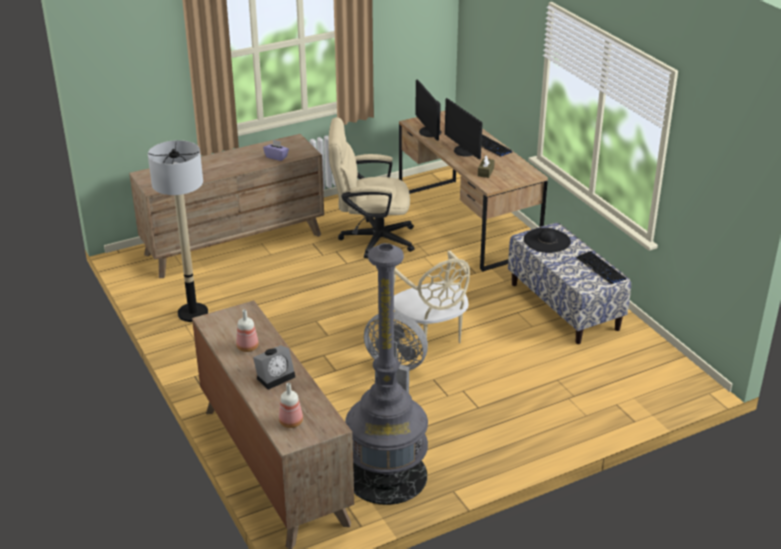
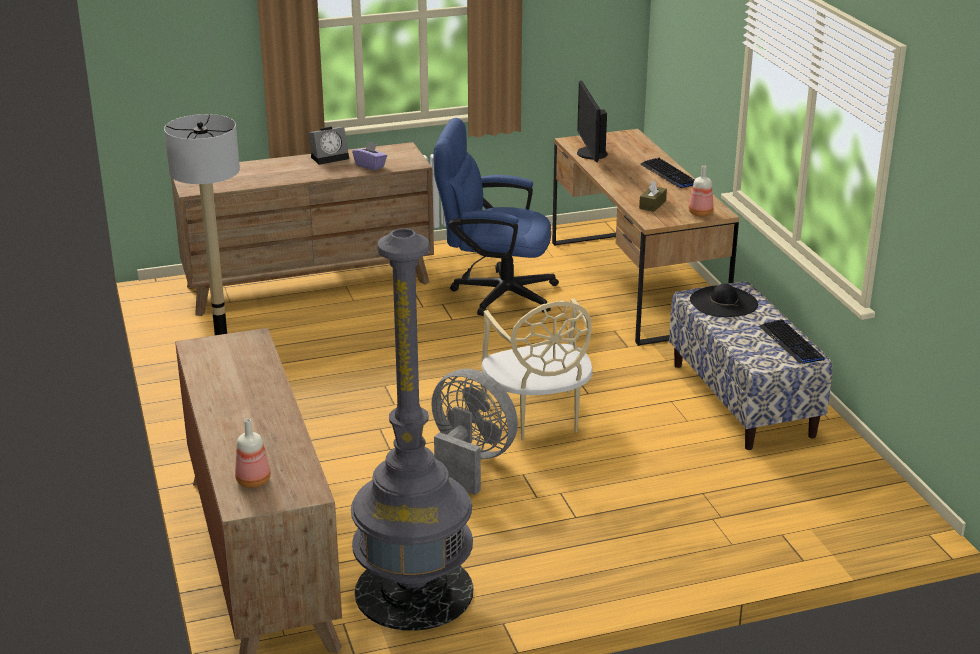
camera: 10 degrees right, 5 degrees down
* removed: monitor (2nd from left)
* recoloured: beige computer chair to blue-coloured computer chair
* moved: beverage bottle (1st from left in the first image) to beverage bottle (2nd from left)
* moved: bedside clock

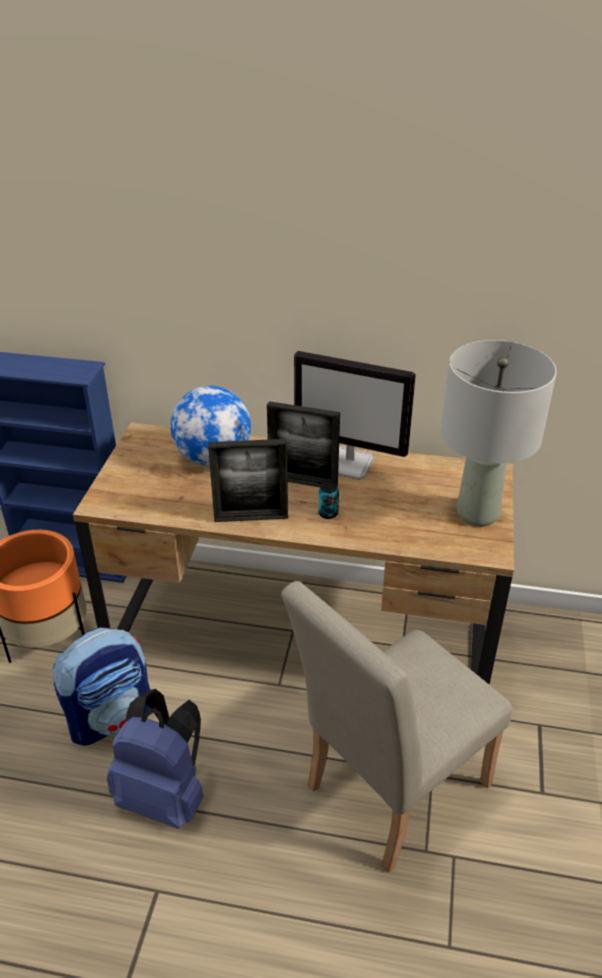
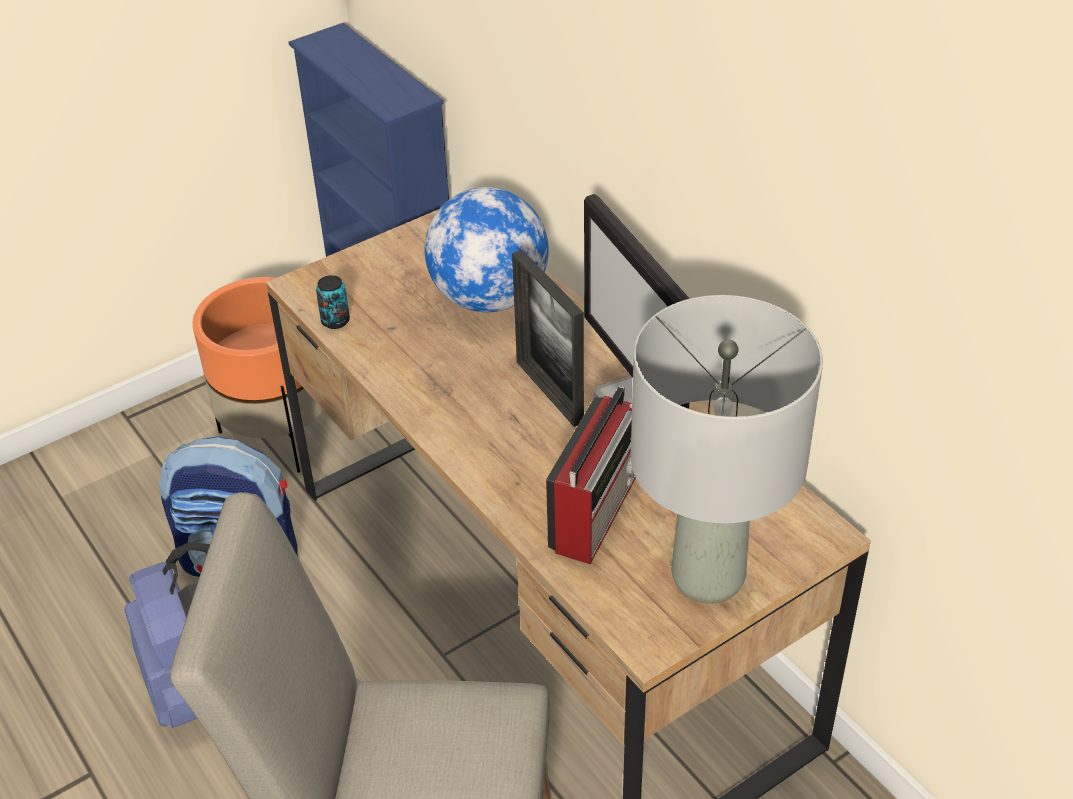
camera: 45 degrees right, 5 degrees up
* removed: photo frame (1st from left)
* moved: can
* added: radio

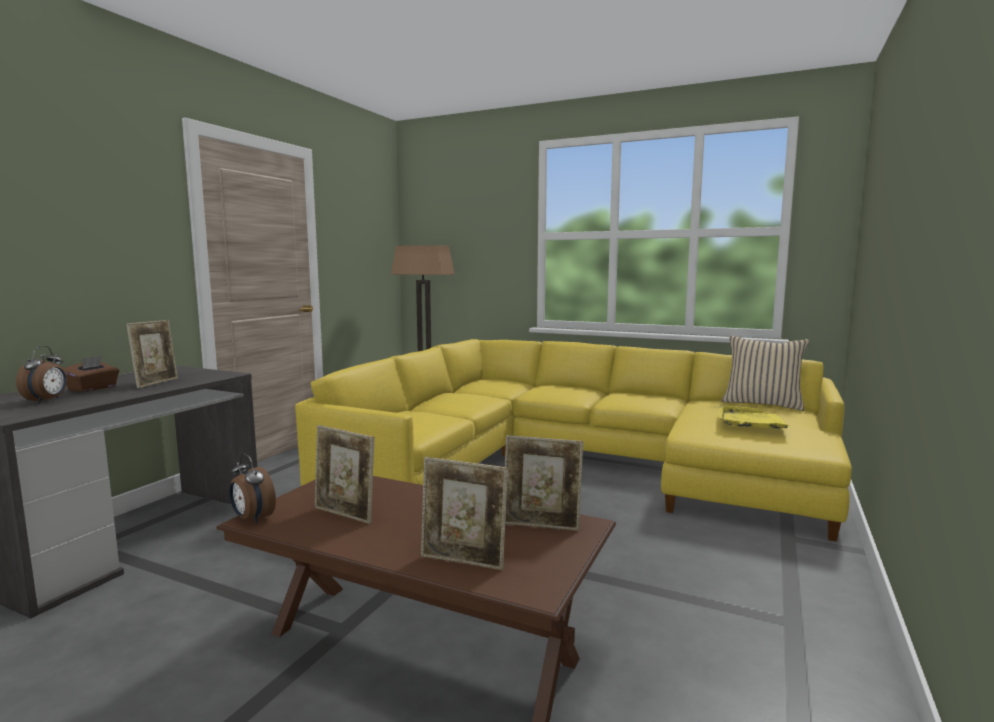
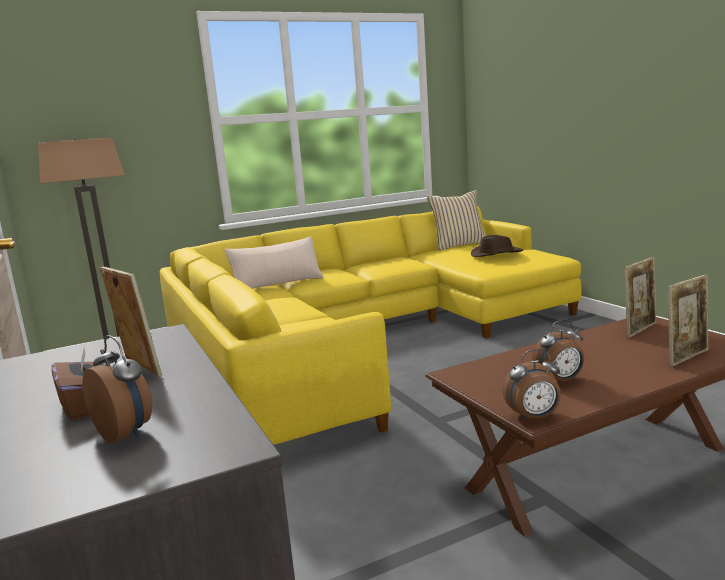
camera: 50 degrees left, 5 degrees up
* replaced: yellow carrying tray to brown clothing hat
* replaced: photo frame (2nd from left) to bedside clock (3rd from left)
* added: beige throw pillow (1st from left)

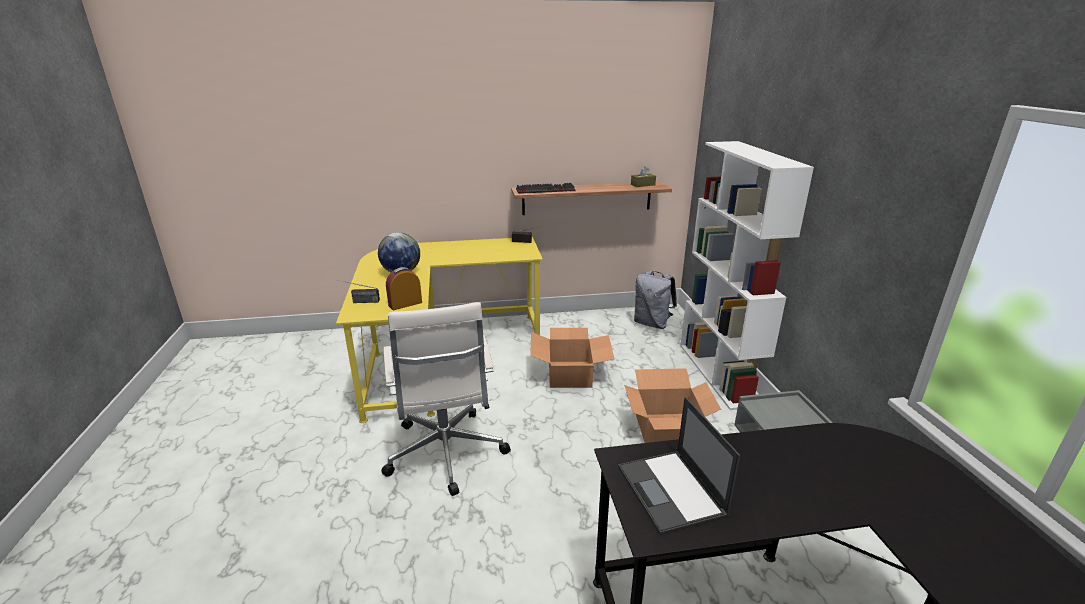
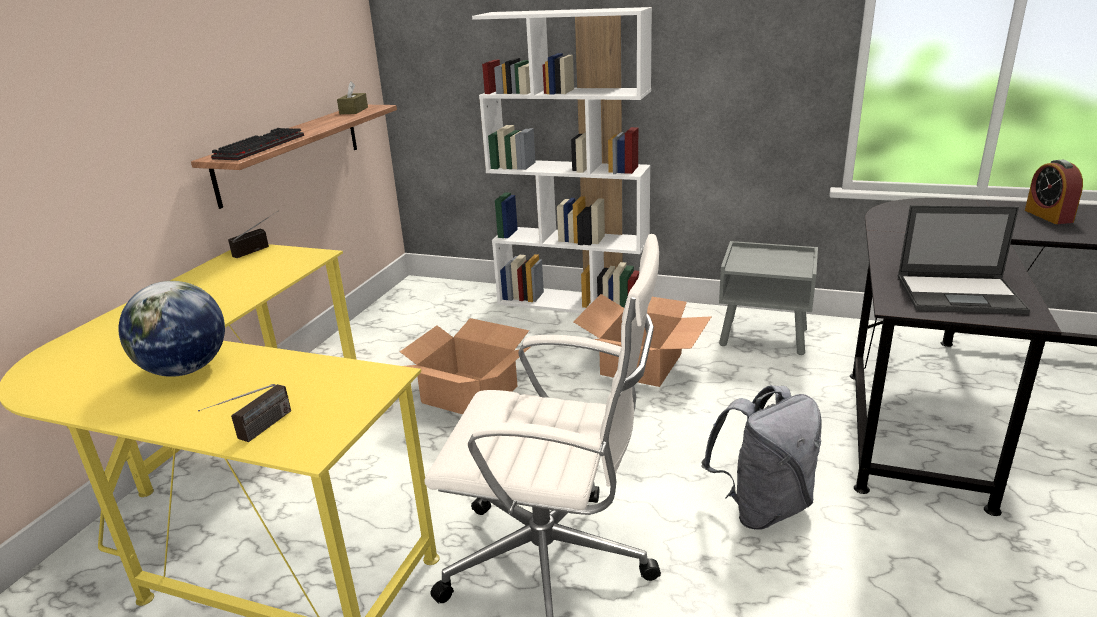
camera: 60 degrees left, 0 degrees up
* moved: bedside clock
* moved: gray knapsack

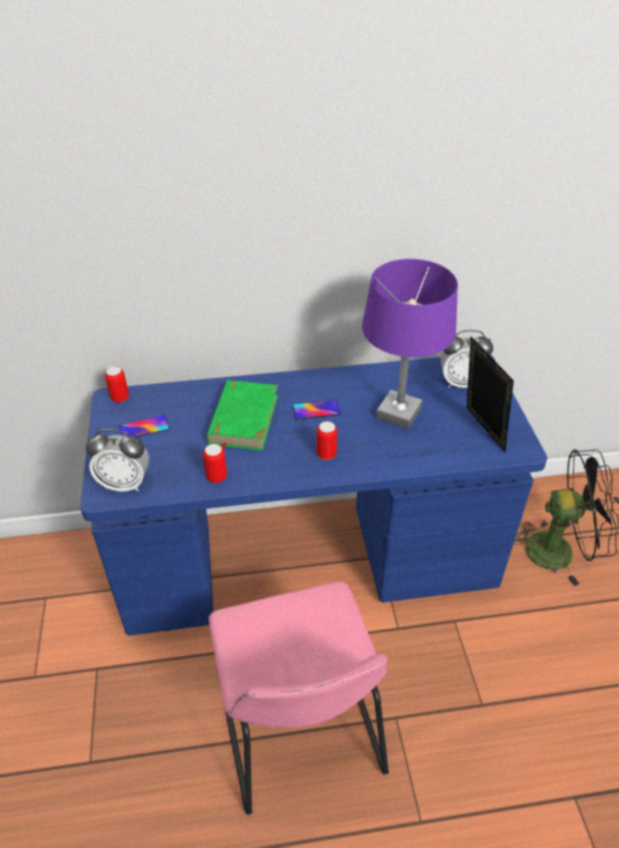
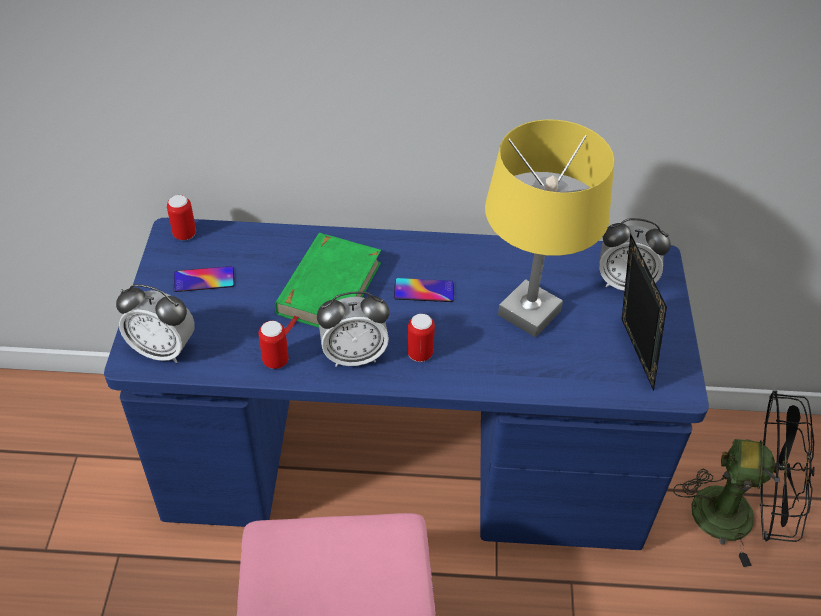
camera: 10 degrees right, 5 degrees up
* recoloured: purplish tabletop lamp to yellow tabletop lamp
* added: bedside clock (2nd from left)

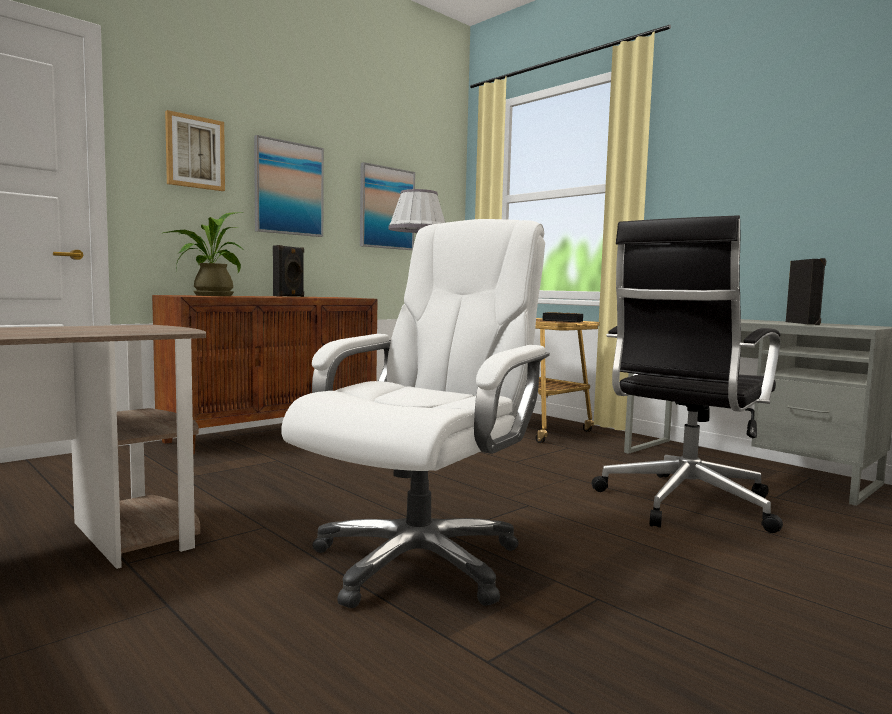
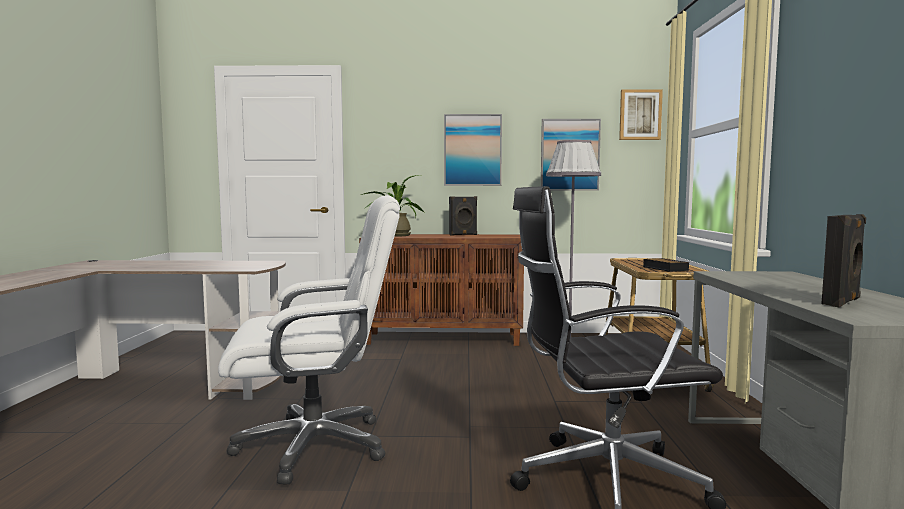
camera: 45 degrees right, 0 degrees up
* moved: wall art (1st from left in the first image) to wall art (3rd from left)

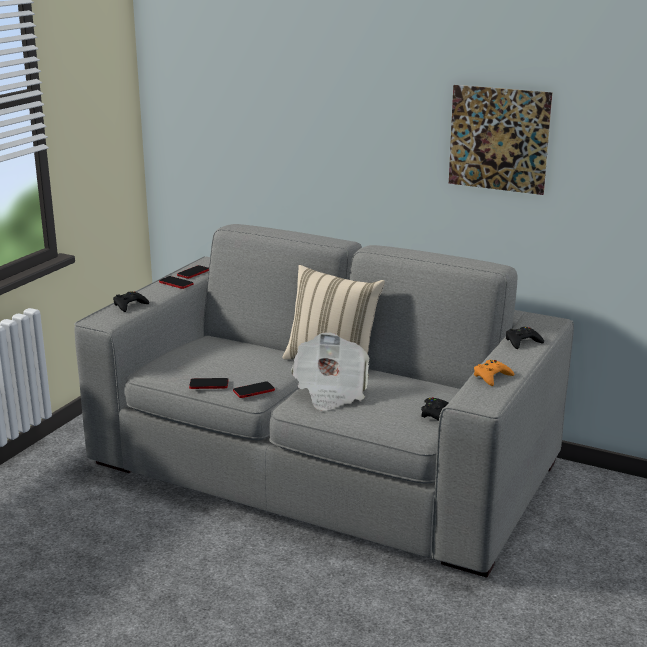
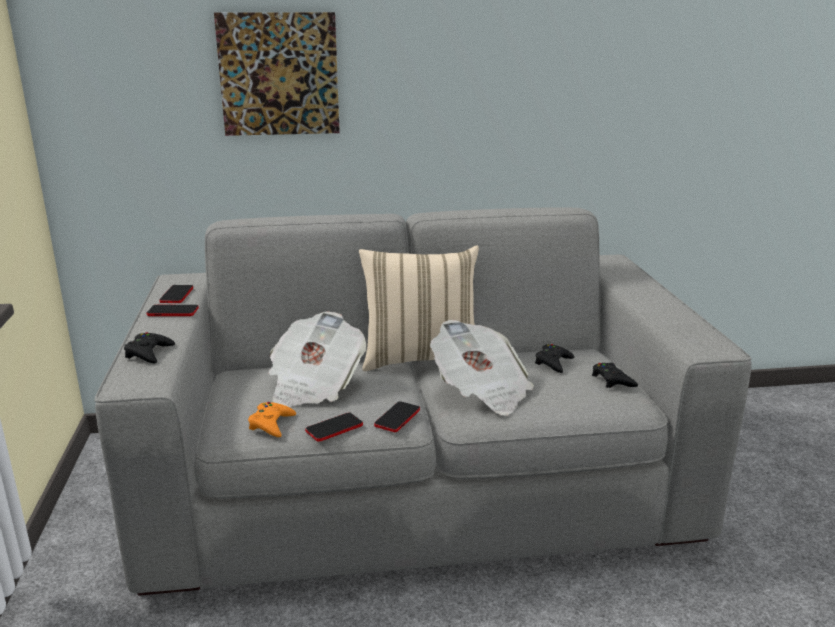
camera: 35 degrees left, 0 degrees up
* moved: wall art
* moved: black-coloured gamepad (3rd from left in the first image) to black-coloured gamepad (2nd from left)
* moved: orangey gamepad
* added: daily paper (1st from left)

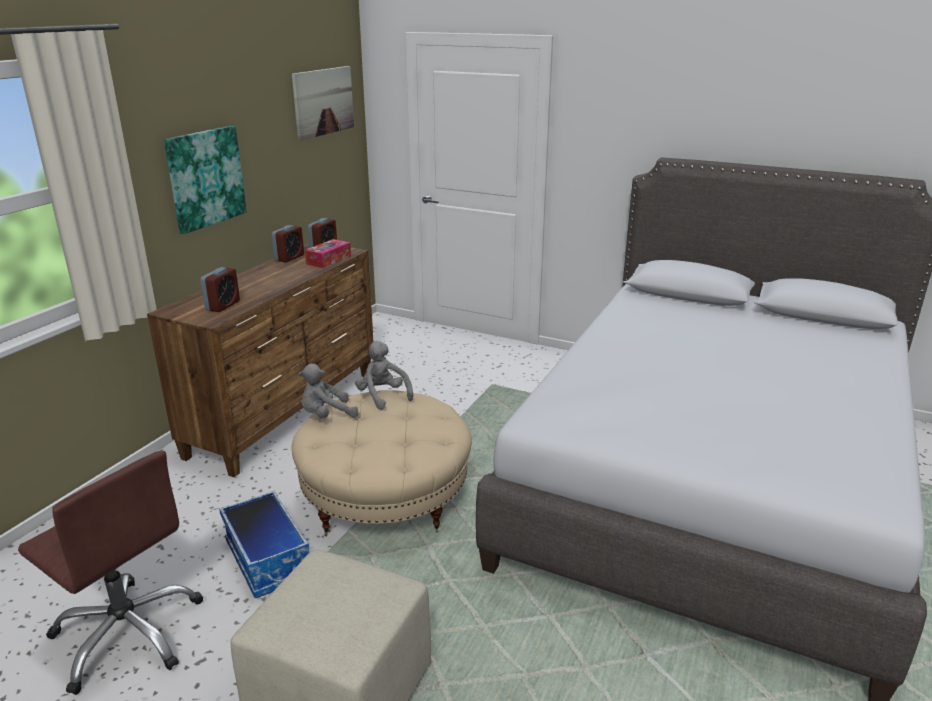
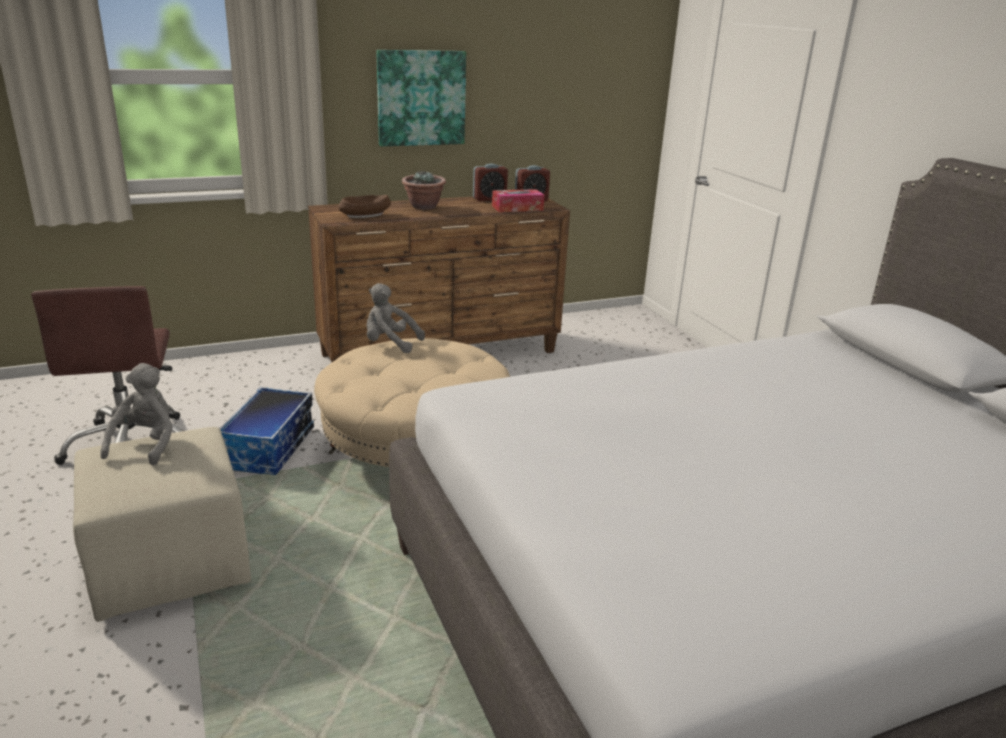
camera: 40 degrees right, 0 degrees up
* removed: wall art (2nd from left)
* replaced: bedside clock (1st from left) to brown serving bowl
* moved: gray plush toy (2nd from left in the first image) to gray plush toy (1st from left)
* added: houseplant

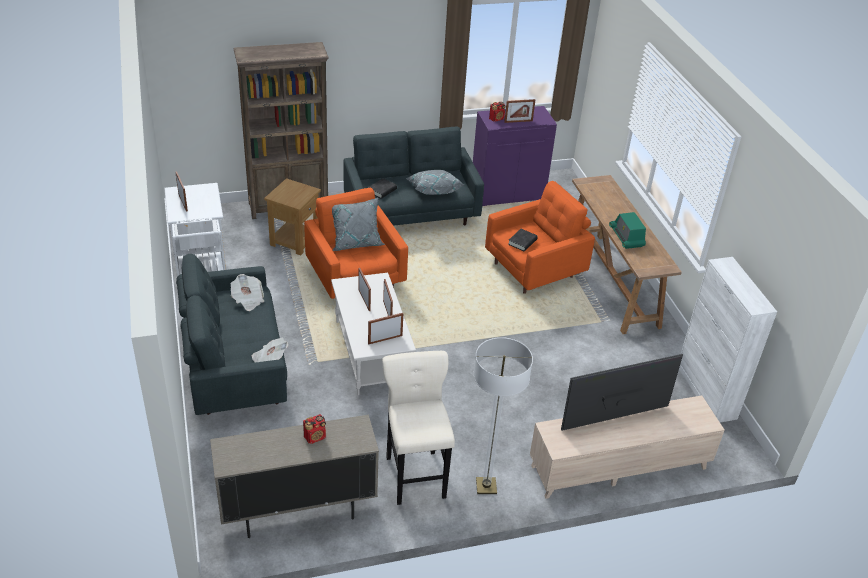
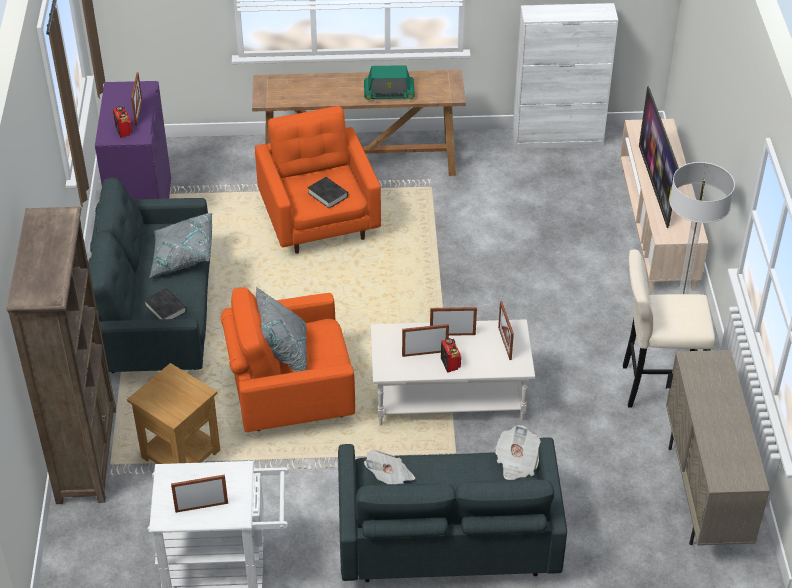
camera: 75 degrees left, 5 degrees up
* moved: radio (1st from left in the first image) to radio (3rd from left)

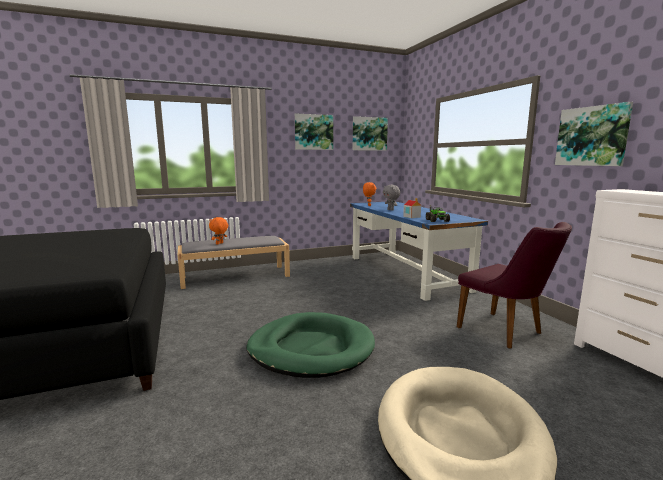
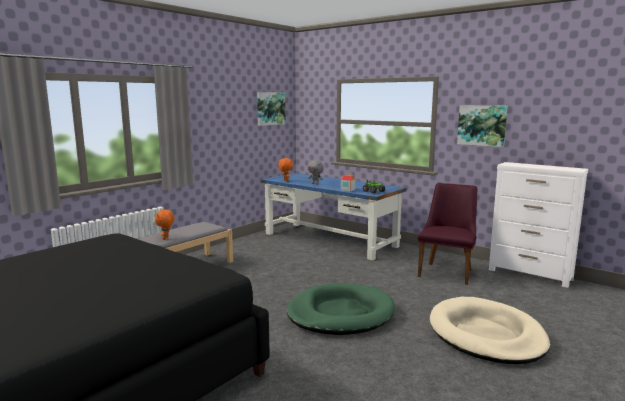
camera: 30 degrees left, 0 degrees up
* removed: wall art (1st from left)
* turned: purplish chair 90 degrees counterclockwise

